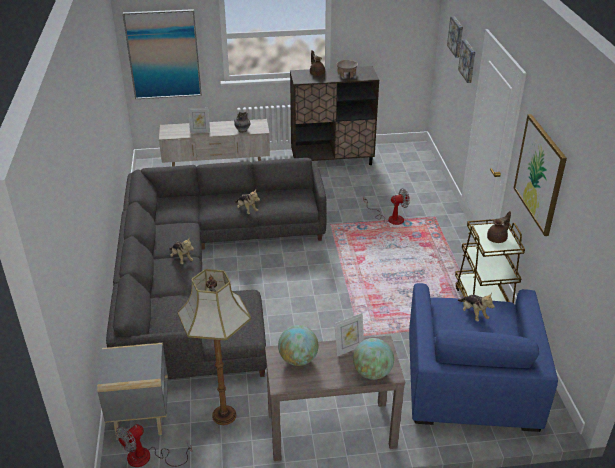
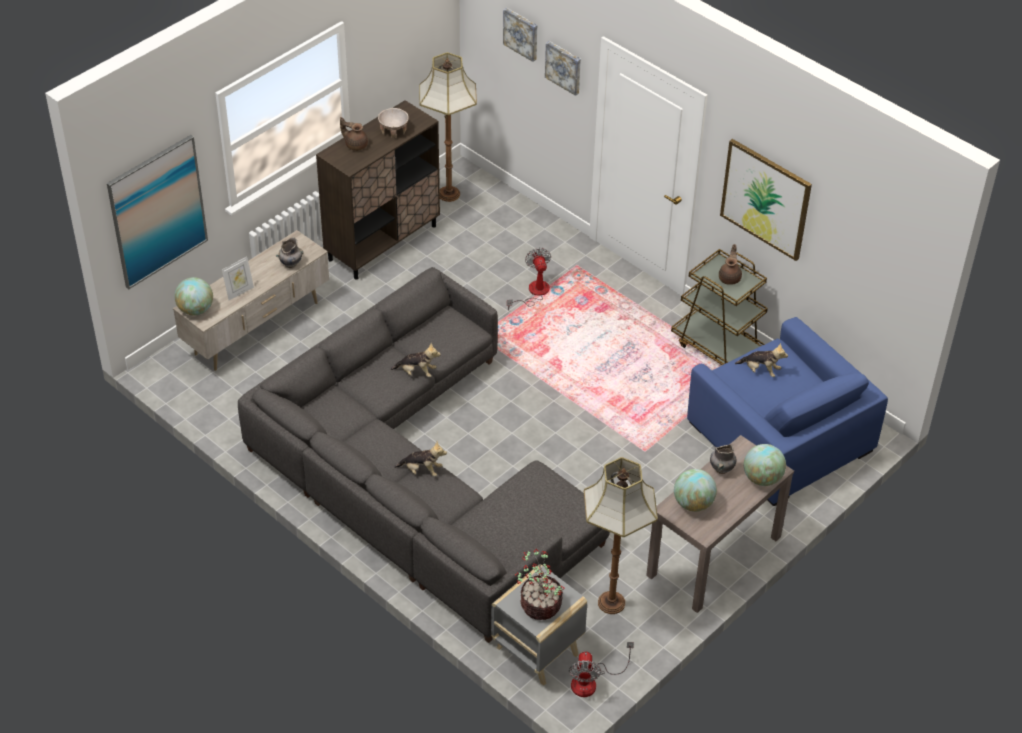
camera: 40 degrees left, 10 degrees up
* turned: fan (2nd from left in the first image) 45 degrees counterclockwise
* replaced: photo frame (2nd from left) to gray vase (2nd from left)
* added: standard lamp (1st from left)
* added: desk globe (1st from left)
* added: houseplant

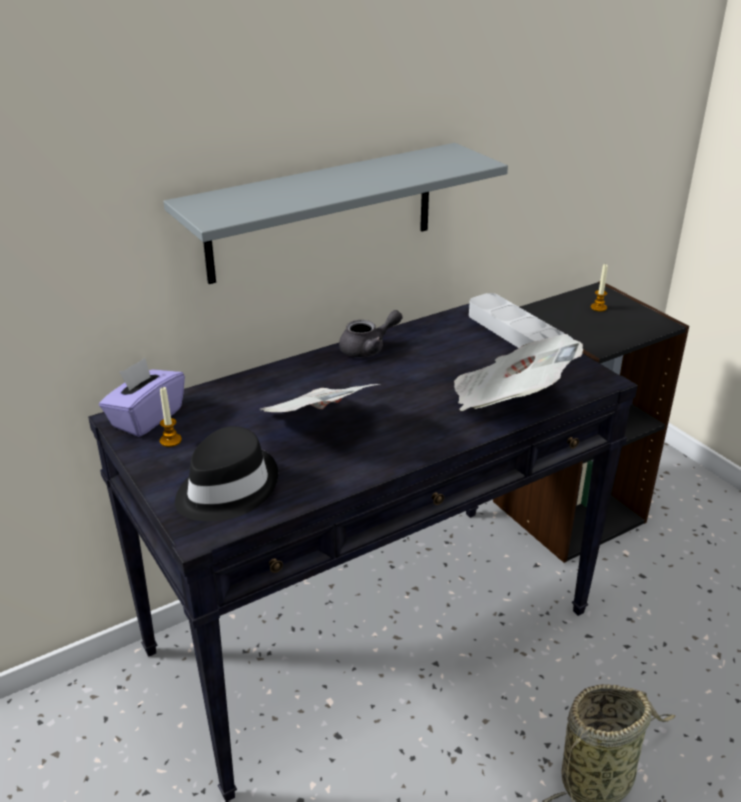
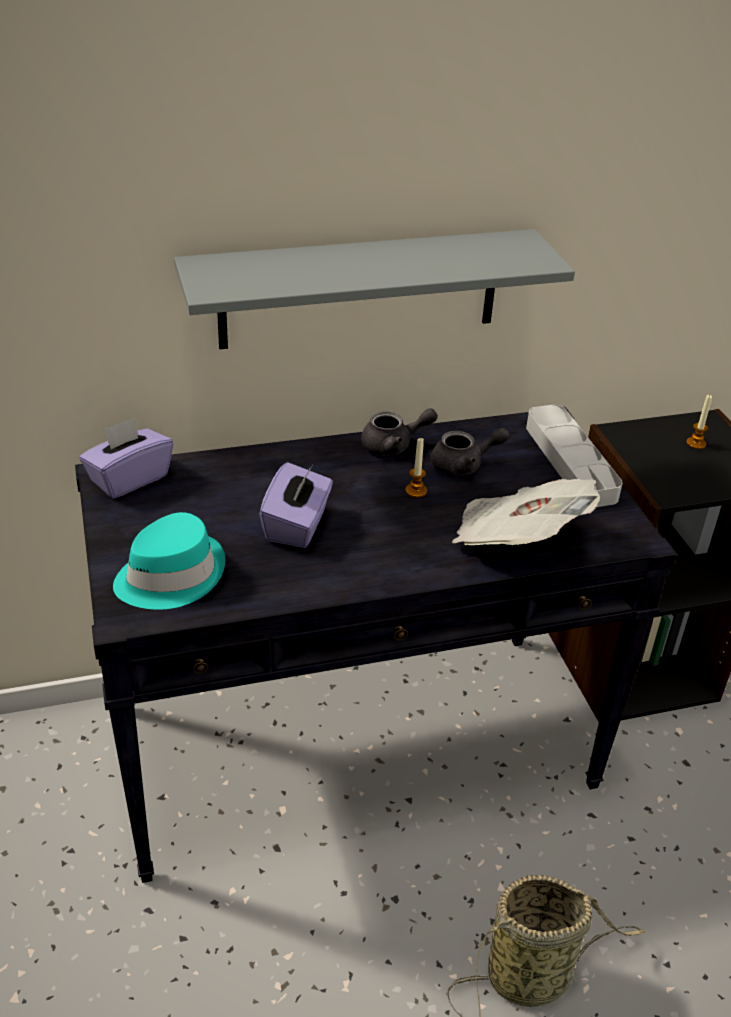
camera: 15 degrees right, 5 degrees up
* replaced: daily paper (1st from left) to purplish tissue box (2nd from left)
* moved: wax light (1st from left)
* recoloured: black-coloured clothing hat to turquoise-coloured clothing hat
* added: gray pot for tea (2nd from left)

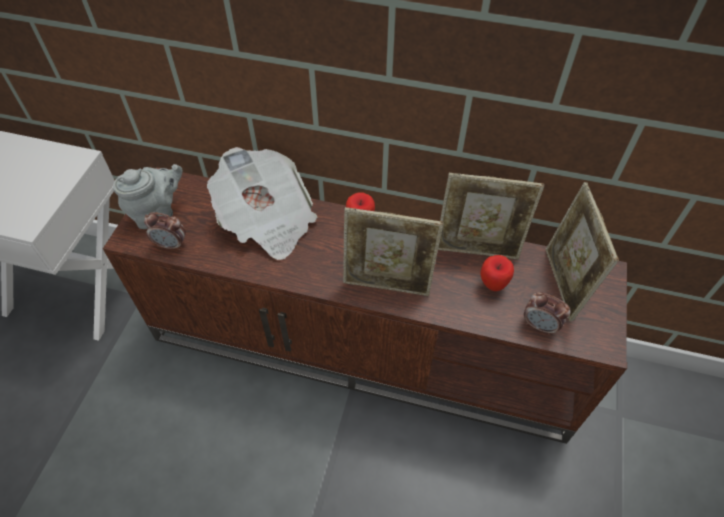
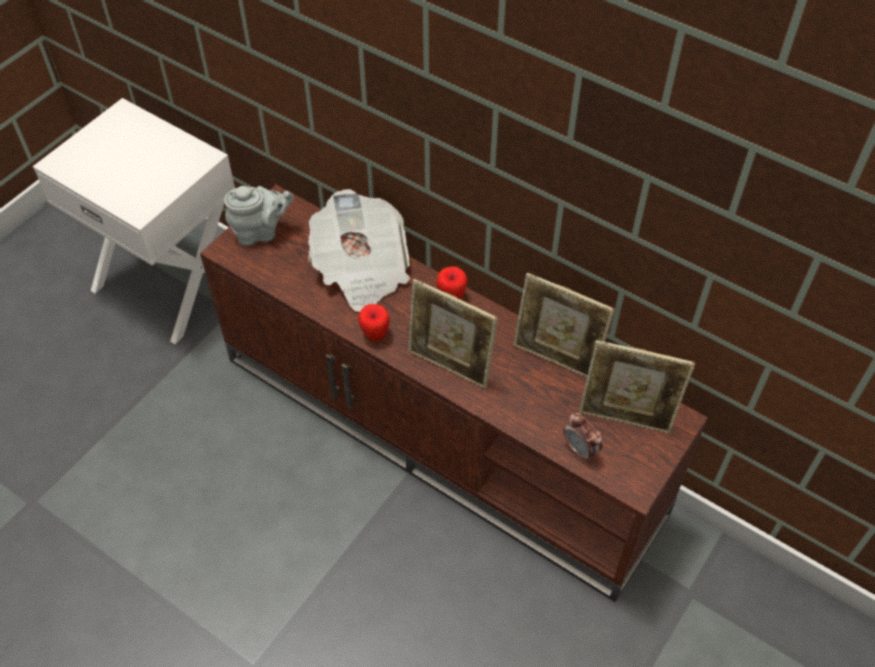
camera: 20 degrees right, 0 degrees up
* turned: photo frame (3rd from left) 90 degrees counterclockwise
* removed: bedside clock (1st from left)
* moved: apple (2nd from left in the first image) to apple (1st from left)

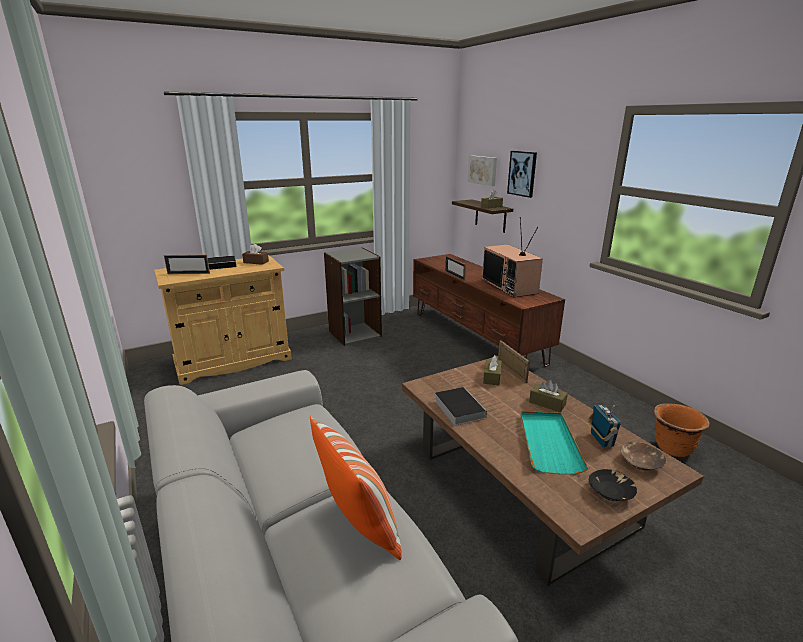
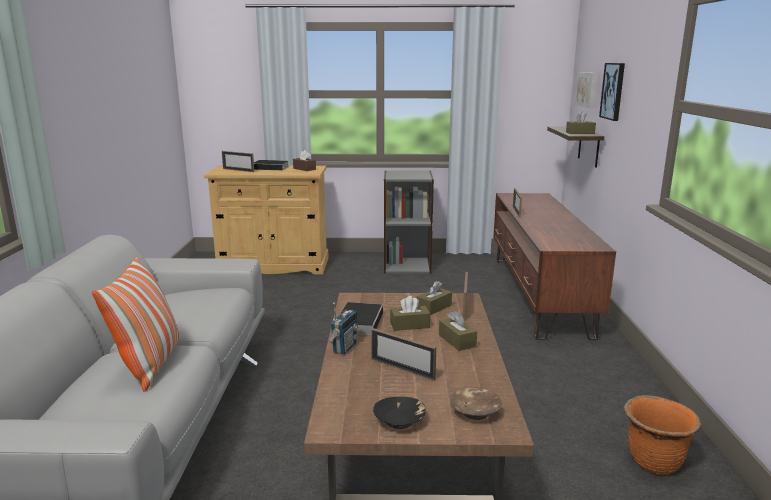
camera: 30 degrees right, 5 degrees down
* removed: television
* moved: radio
* replaced: turquoise-coloured carrying tray to photo frame (2nd from left)
* added: brown tissue box (2nd from left)

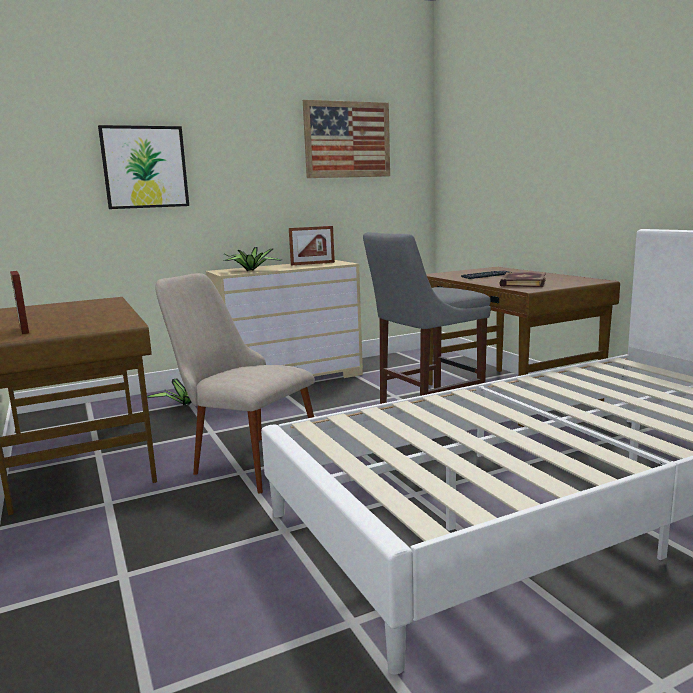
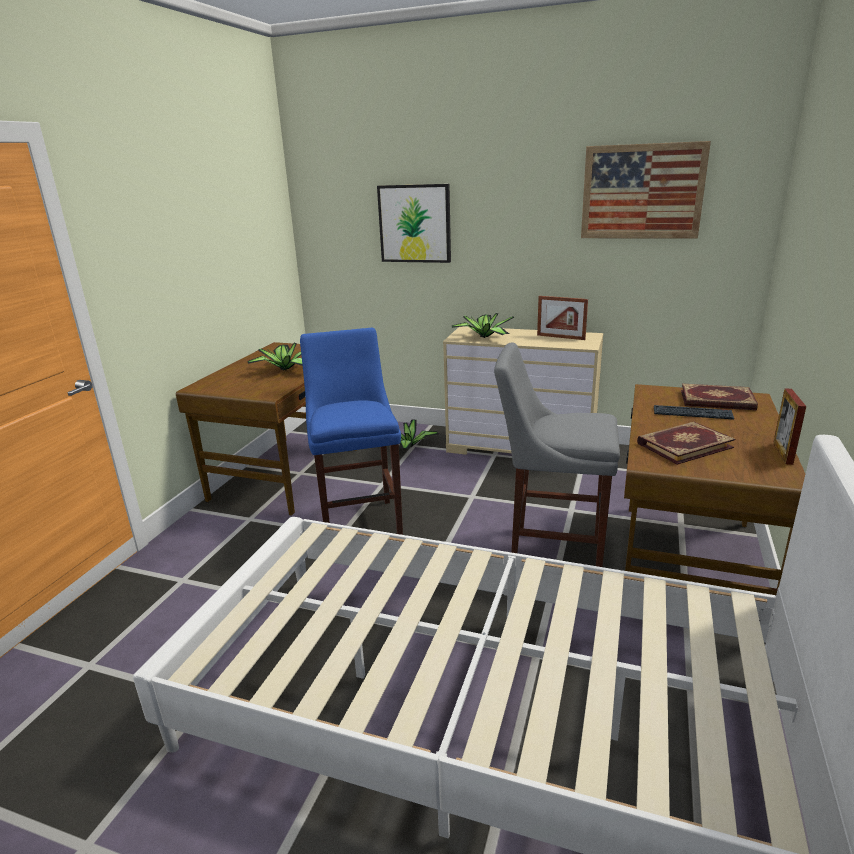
camera: 45 degrees right, 10 degrees up
* moved: photo frame (1st from left in the first image) to photo frame (2nd from left)
* replaced: beige chair to blue-coloured stool
* added: houseplant (1st from left)
* added: bound book (2nd from left)

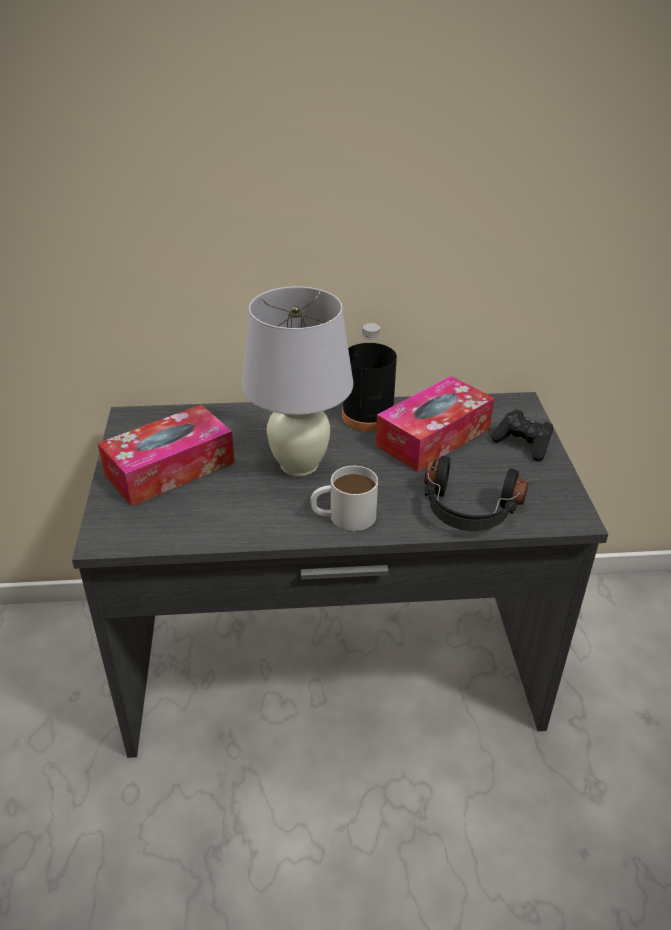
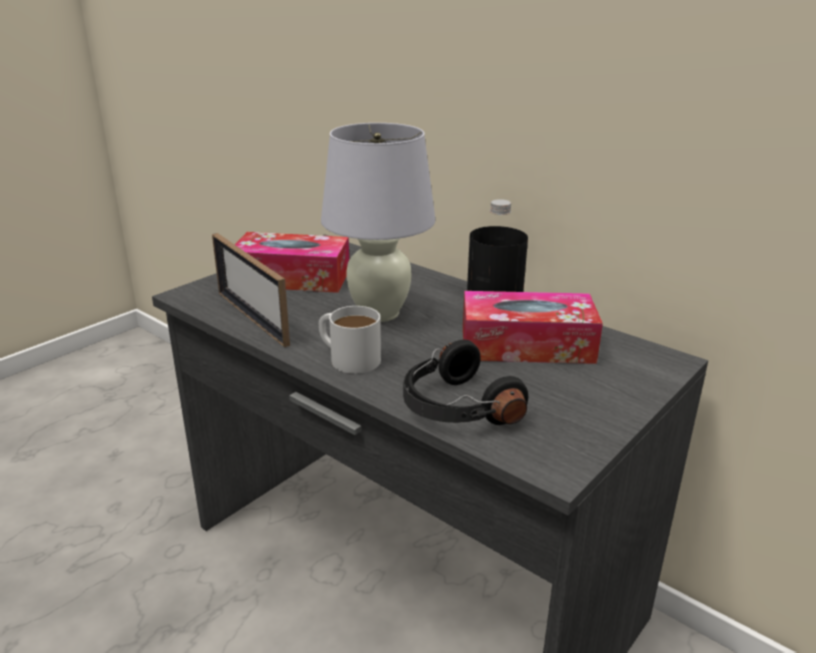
camera: 45 degrees right, 10 degrees down
* removed: black-coloured gamepad
* added: photo frame

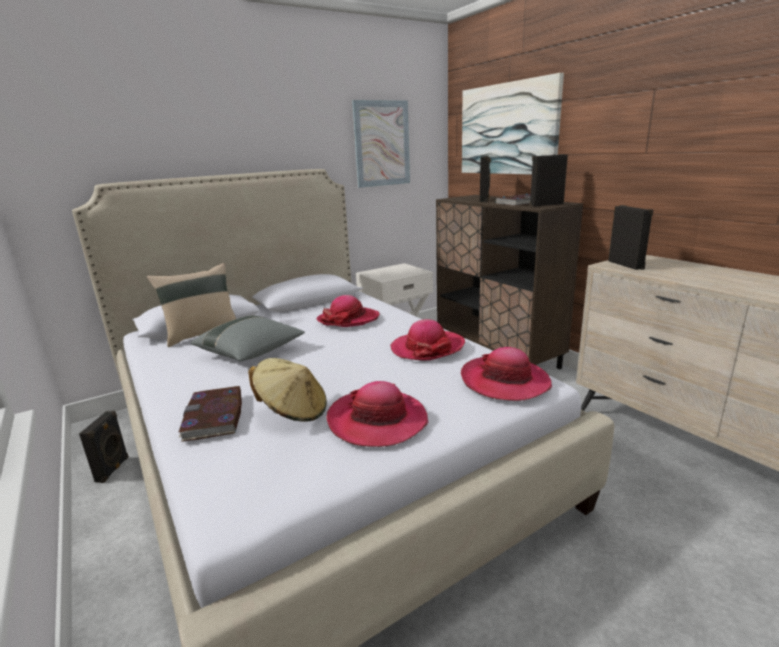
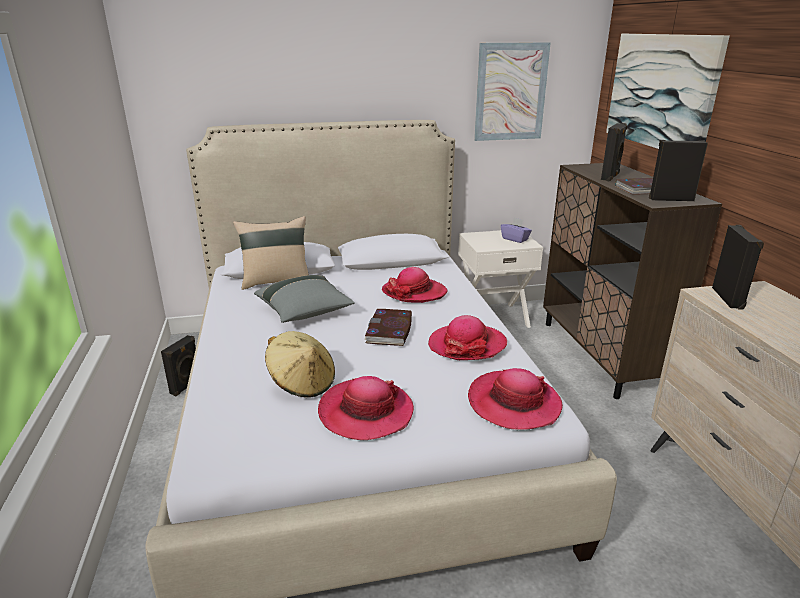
camera: 20 degrees right, 5 degrees up
* moved: bound book (1st from left)
* added: purplish tissue box

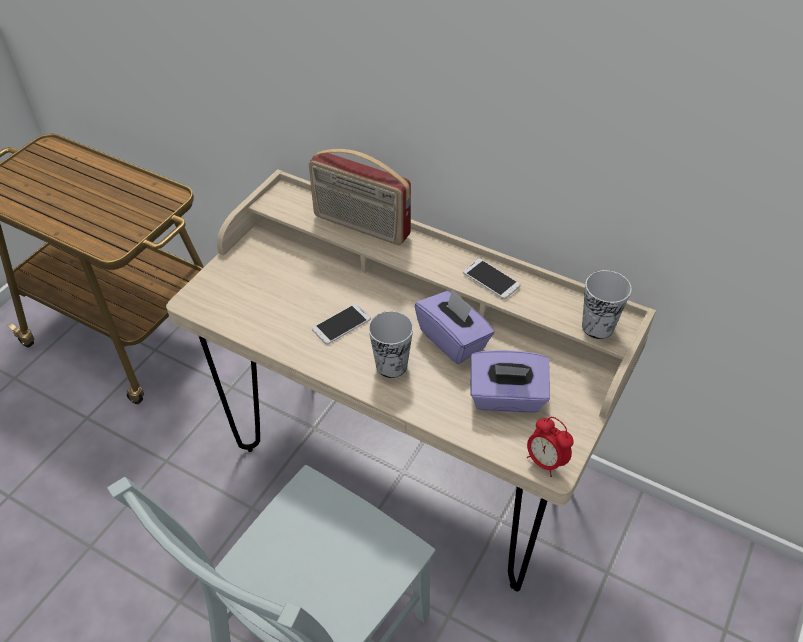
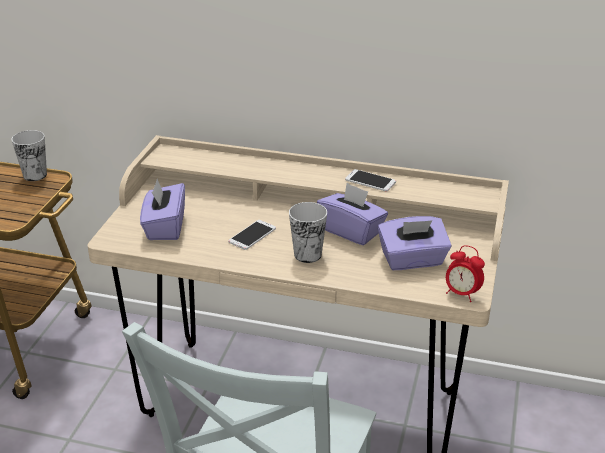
camera: 15 degrees left, 15 degrees down
* removed: radio
* moved: drinking cup (2nd from left in the first image) to drinking cup (1st from left)
* added: purplish tissue box (1st from left)

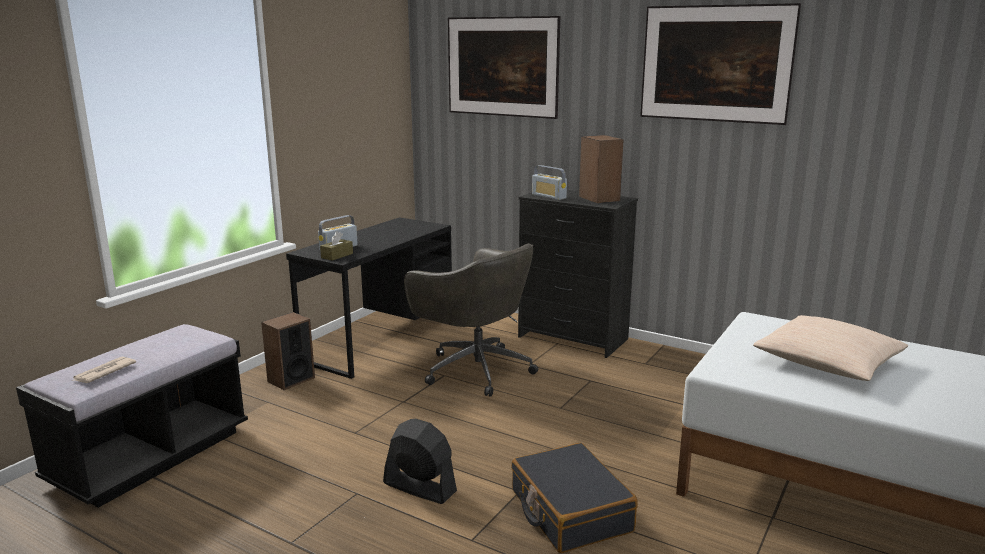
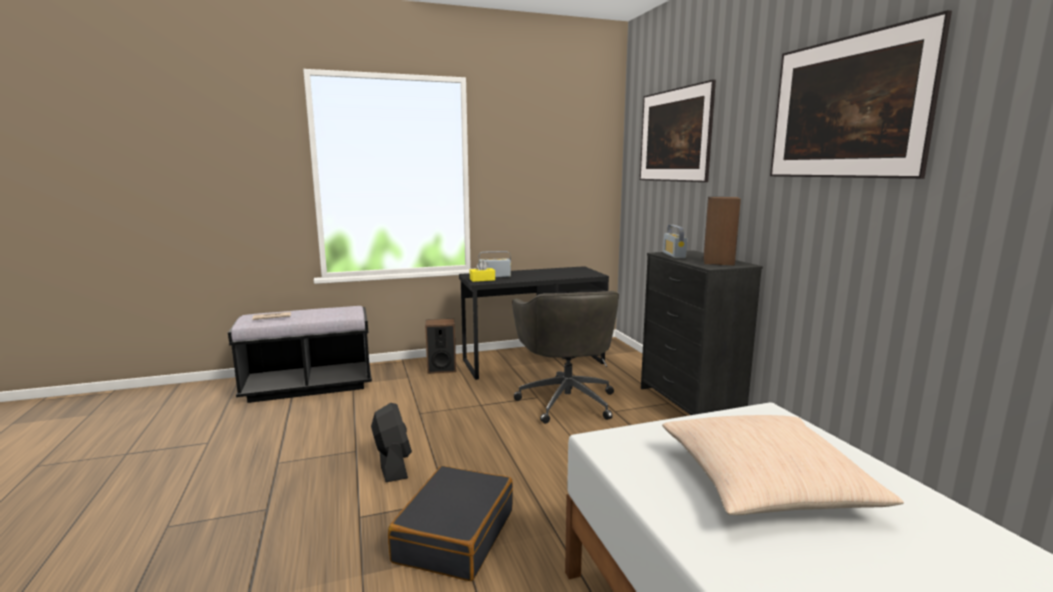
camera: 40 degrees right, 5 degrees down
* recoloured: brown tissue box to yellow tissue box

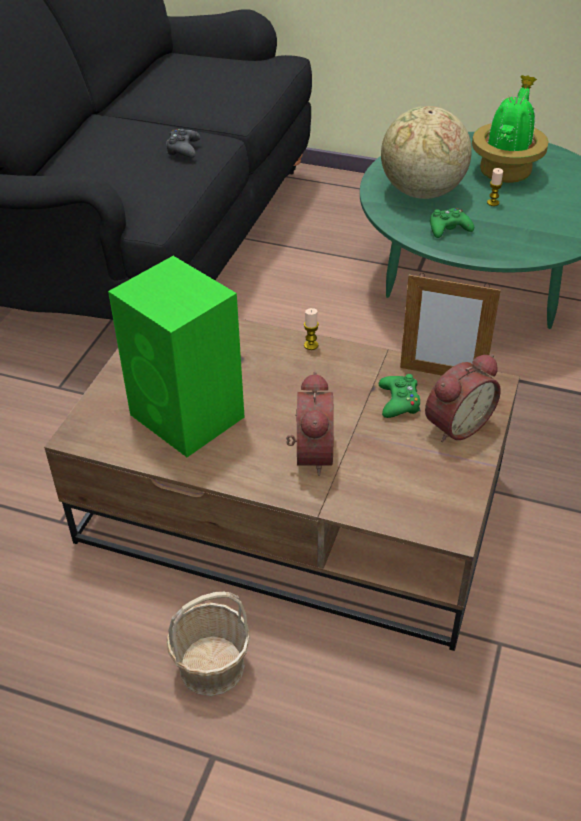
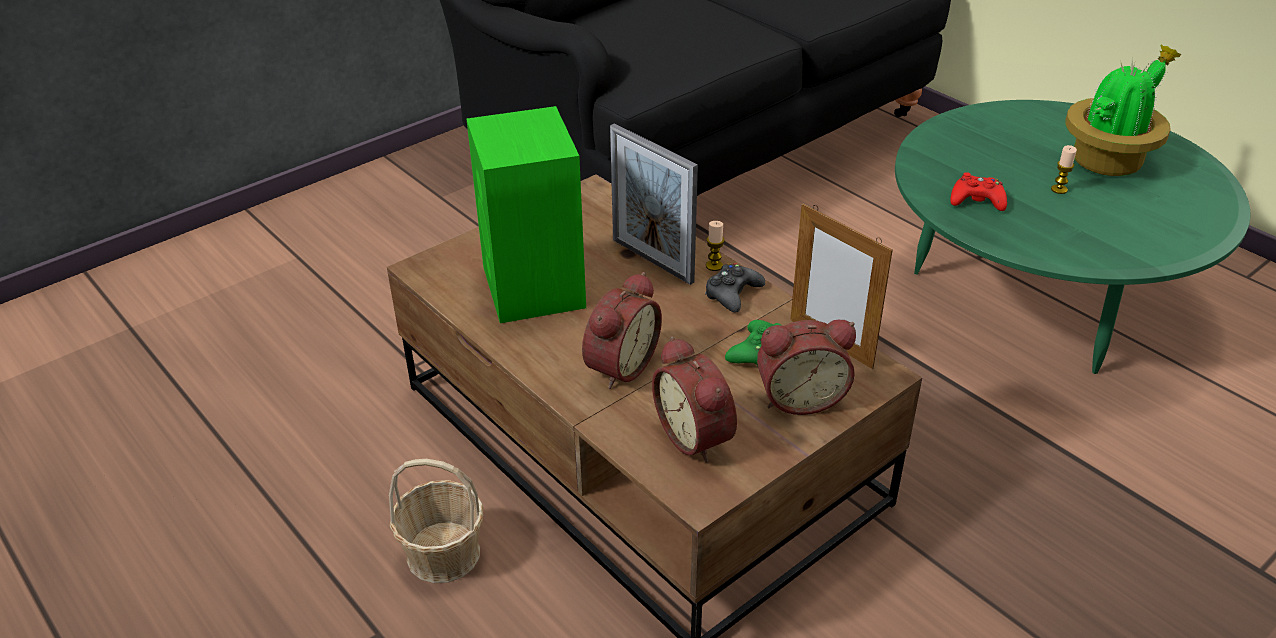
camera: 30 degrees right, 5 degrees down
* removed: desk globe
* moved: black-coloured gamepad
* recoloured: greenish gamepad (2nd from left) to red gamepad
* added: photo frame (1st from left)
* added: bedside clock (2nd from left)

